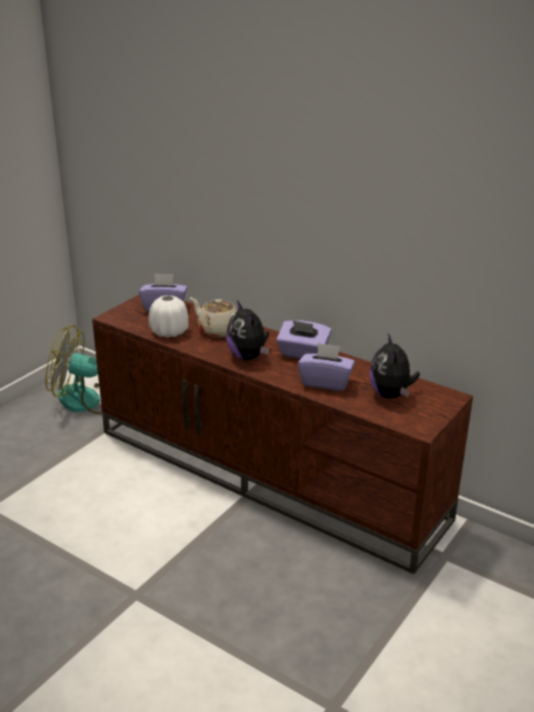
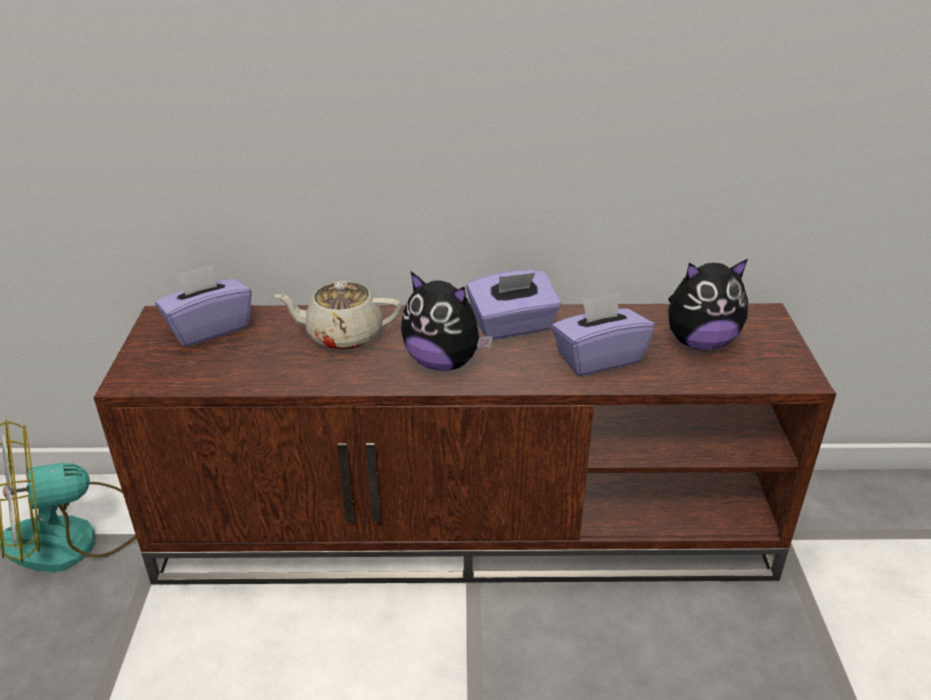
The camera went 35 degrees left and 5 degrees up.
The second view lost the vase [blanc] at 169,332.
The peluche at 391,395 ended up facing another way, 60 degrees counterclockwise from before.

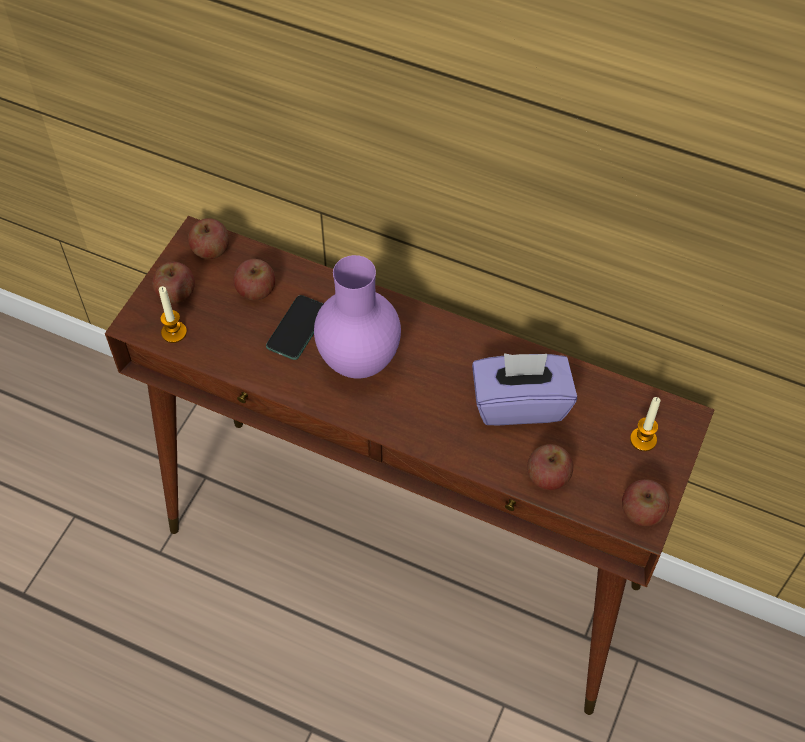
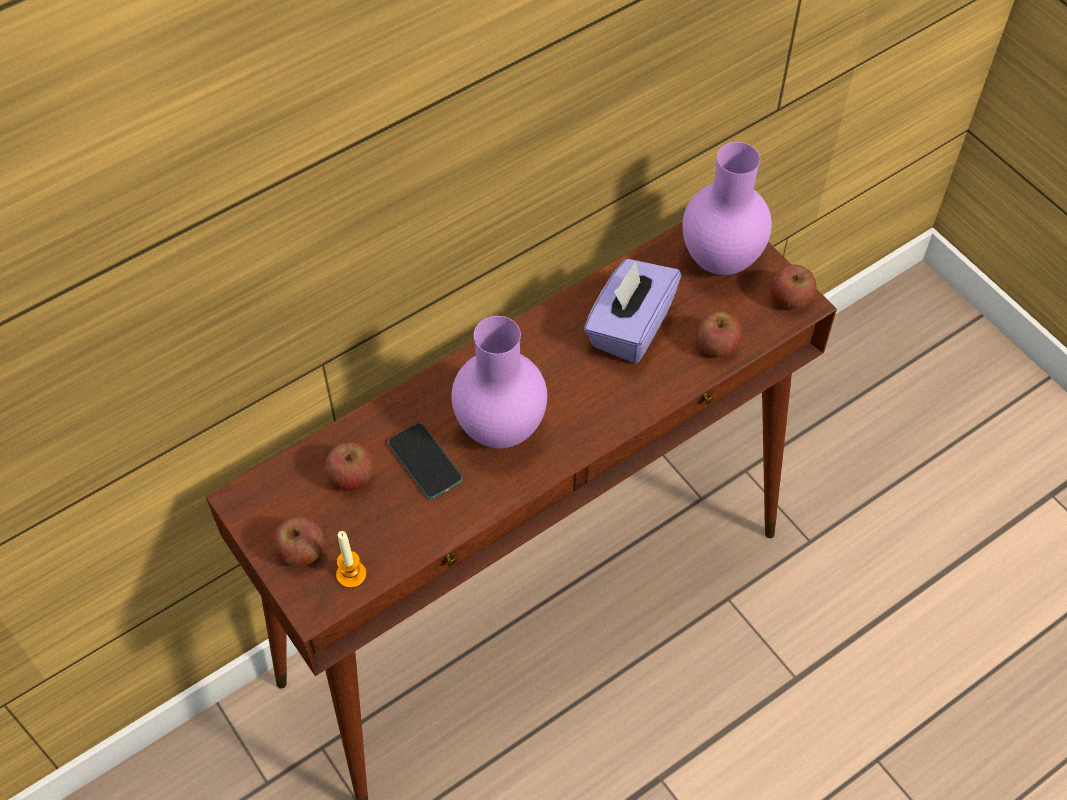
The camera went 60 degrees left and 0 degrees up.
The second view lost the pomme at 211,250.
Where the bougie stood at 643,439, the vase [violet] came to stand at 722,260.

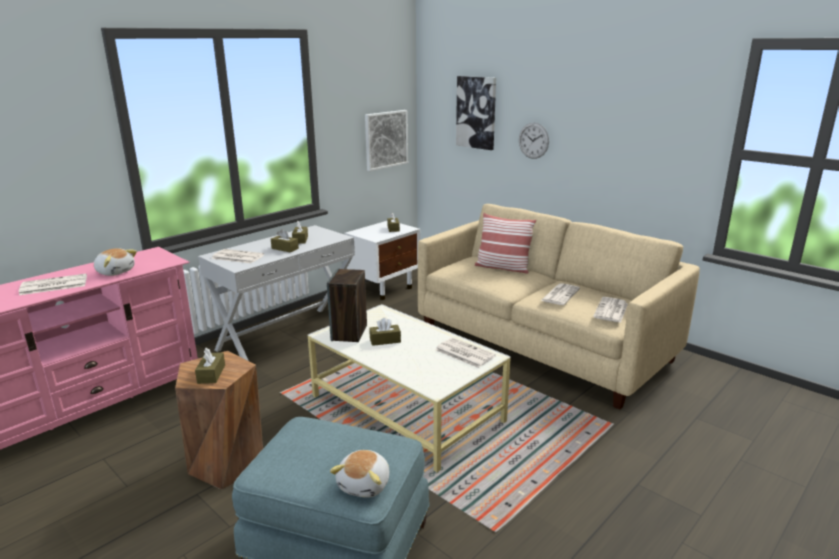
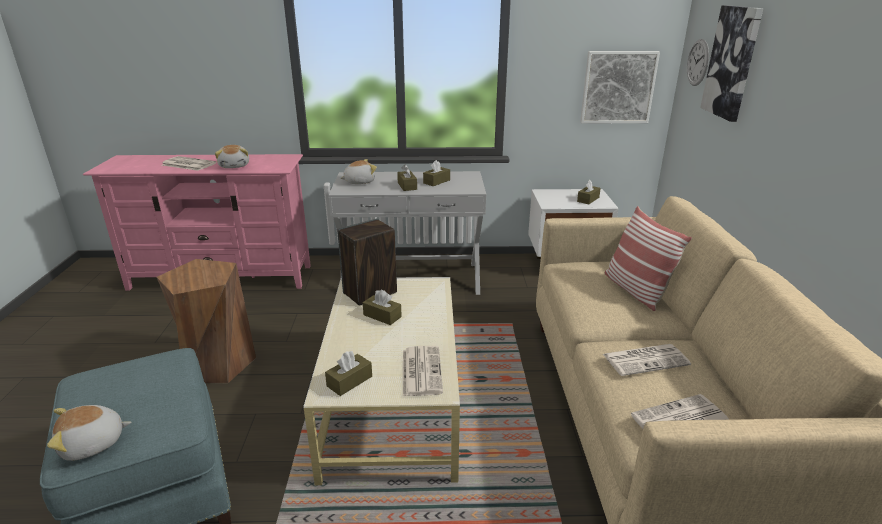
The camera went 45 degrees right and 5 degrees up.
The boîte à mouchoirs [marron] ended up elsewhere, having gone from 211,374 to 349,381.
The horloge murale ended up elsewhere, having gone from 533,140 to 698,62.
Where the journal stood at 237,257, the peluche came to stand at 359,182.

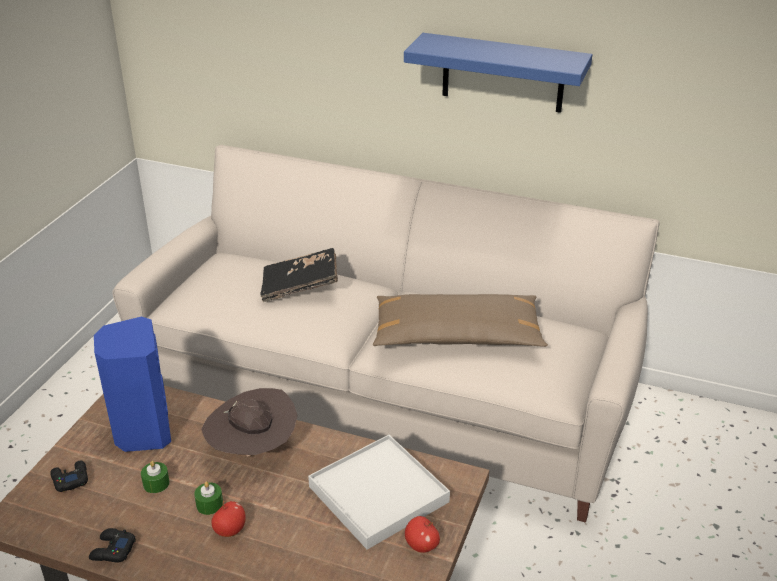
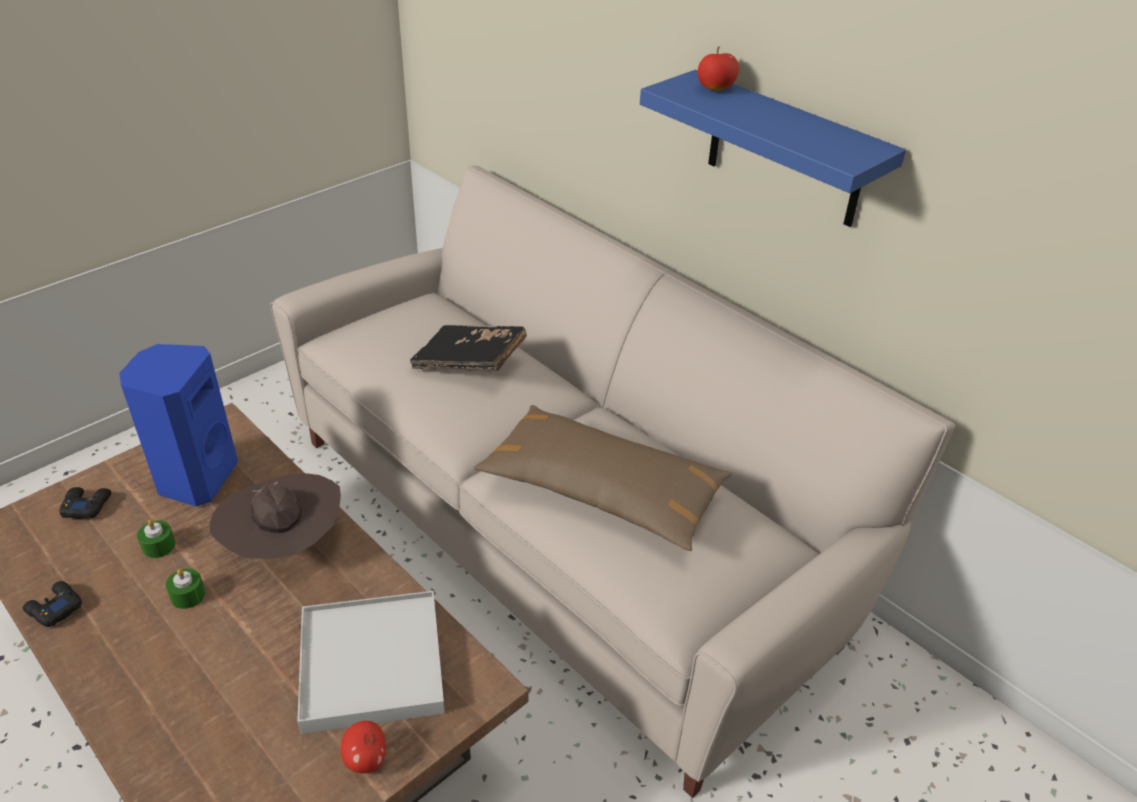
The camera went 25 degrees right and 5 degrees up.
The pomme ended up elsewhere, having gone from 230,530 to 716,89.

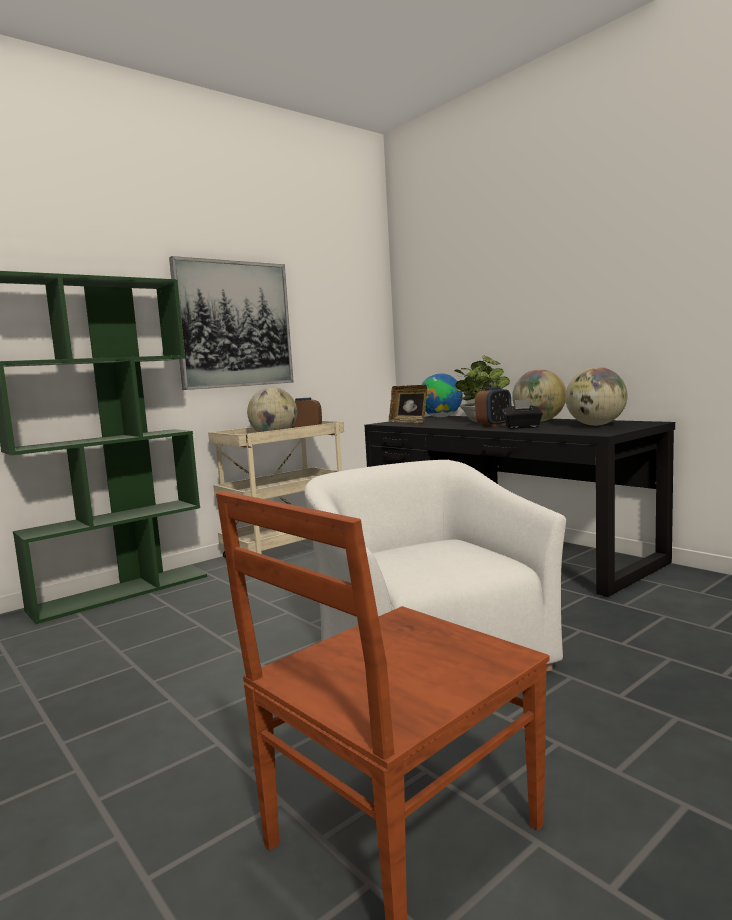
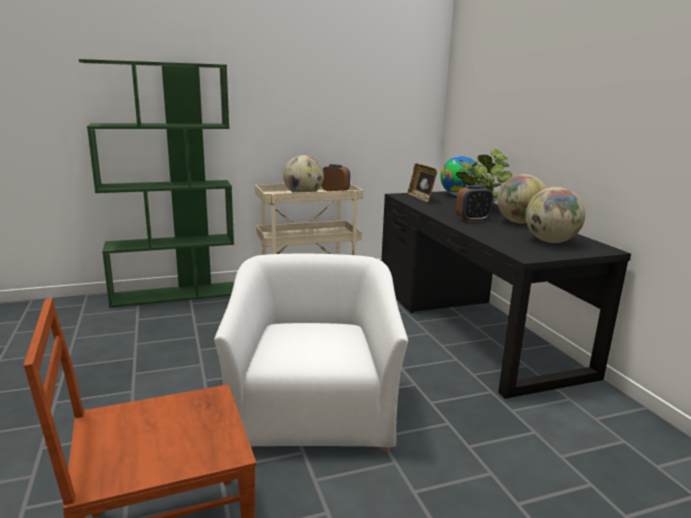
The camera went 20 degrees right and 10 degrees up.
The second view lost the tableau at 234,324.
The second view lost the boîte à mouchoirs [noir] at 522,427.

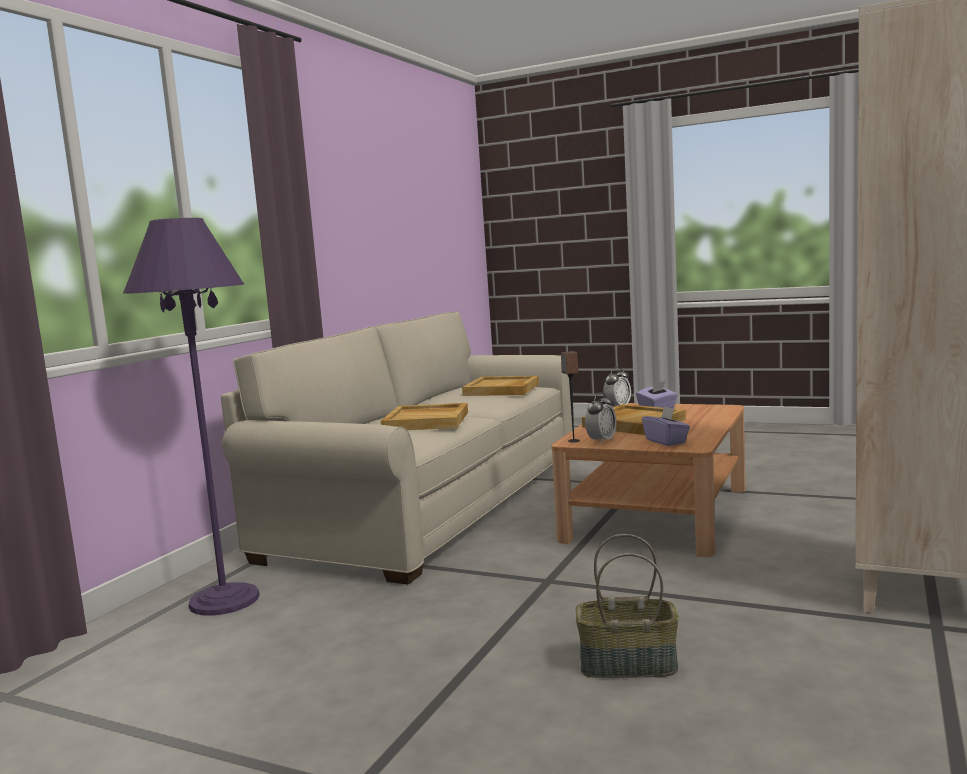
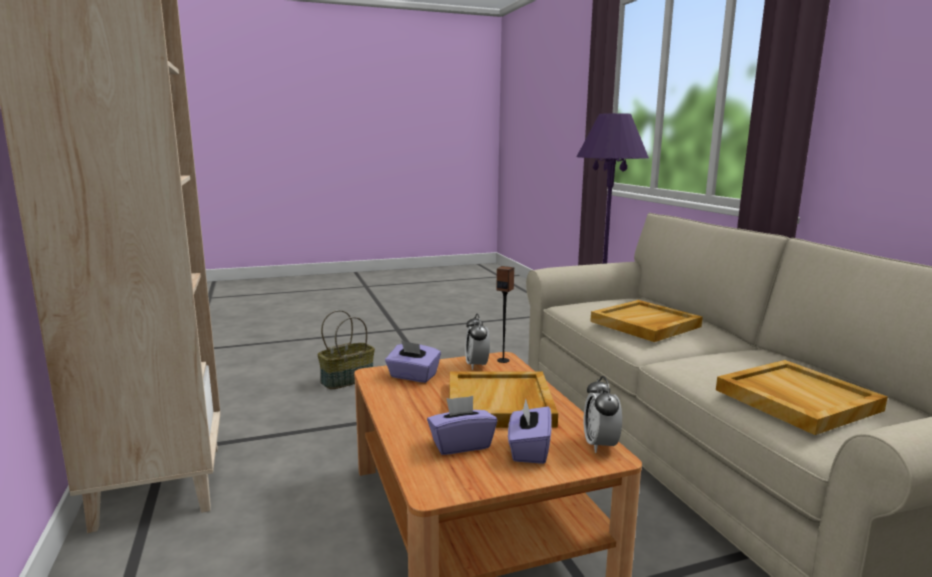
The camera went 135 degrees right and 5 degrees up.
The second view gained the boîte à mouchoirs [violet] at 461,444.

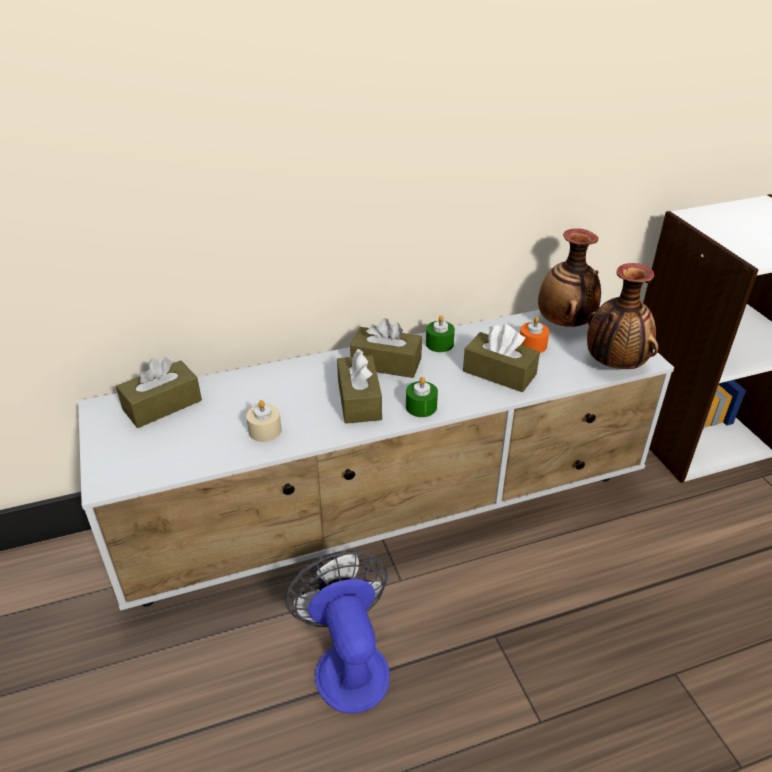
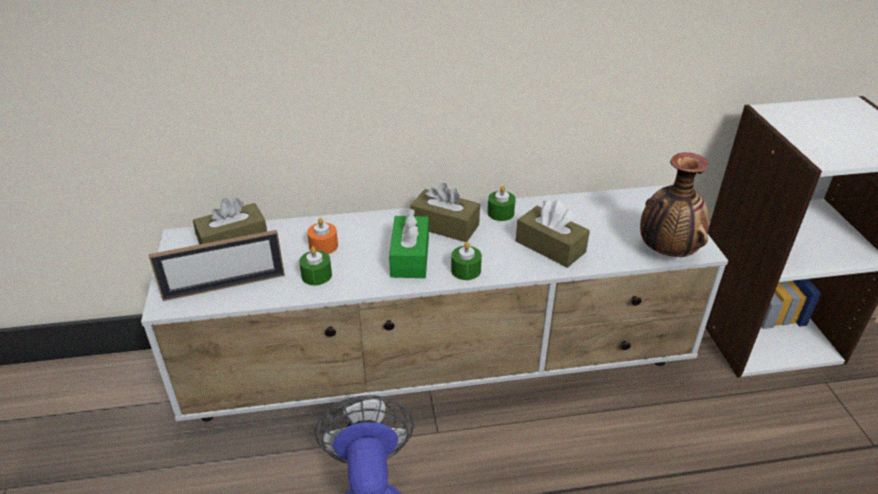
The camera went 10 degrees right and 0 degrees up.
The second view lost the vase at 565,324.
The second view gained the cadre photo at 224,286.
The bougie [orange] ended up elsewhere, having gone from 532,345 to 323,246.
What was the bougie [beige] at 265,430 turned into the bougie [vert] at 316,275.
What was the boîte à mouchoirs [marron] at 359,400 turned into the boîte à mouchoirs [vert] at 410,257.

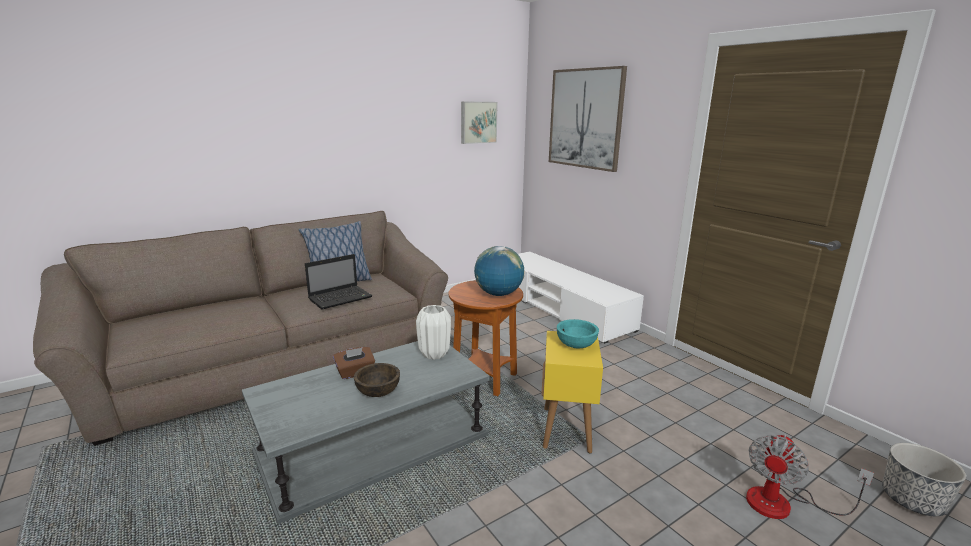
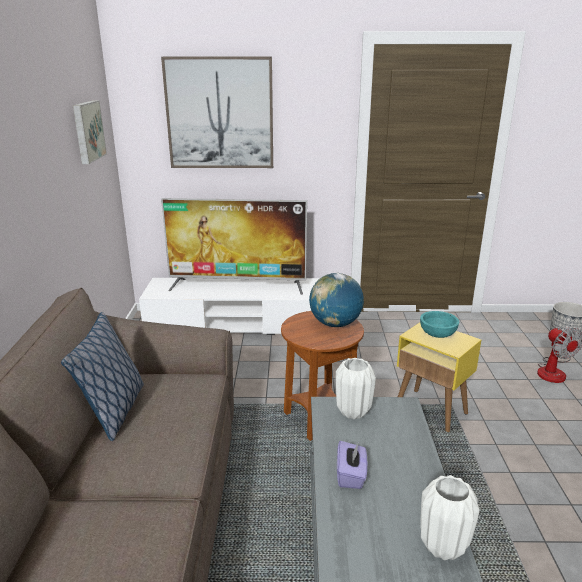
The camera went 55 degrees left and 5 degrees up.
The second view lost the ordinateur portable at 341,298.
The second view lost the bol [marron] at 377,392.
The second view gained the téléviseur at 238,285.
The second view gained the vase [blanc] at 443,547.
What was the boîte à mouchoirs [marron] at 355,372 turned into the boîte à mouchoirs [violet] at 351,475.

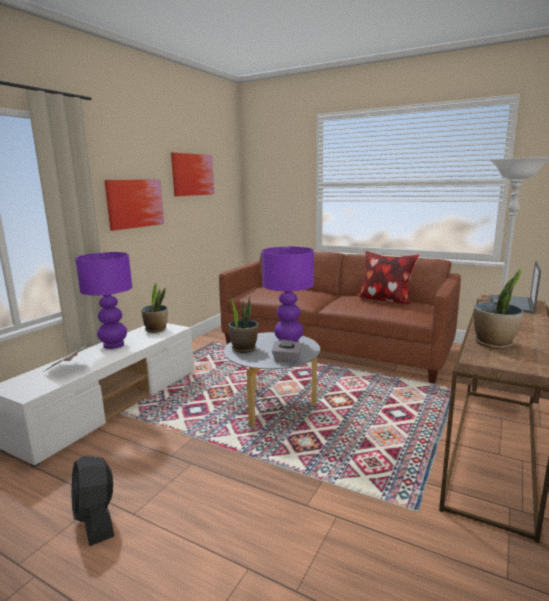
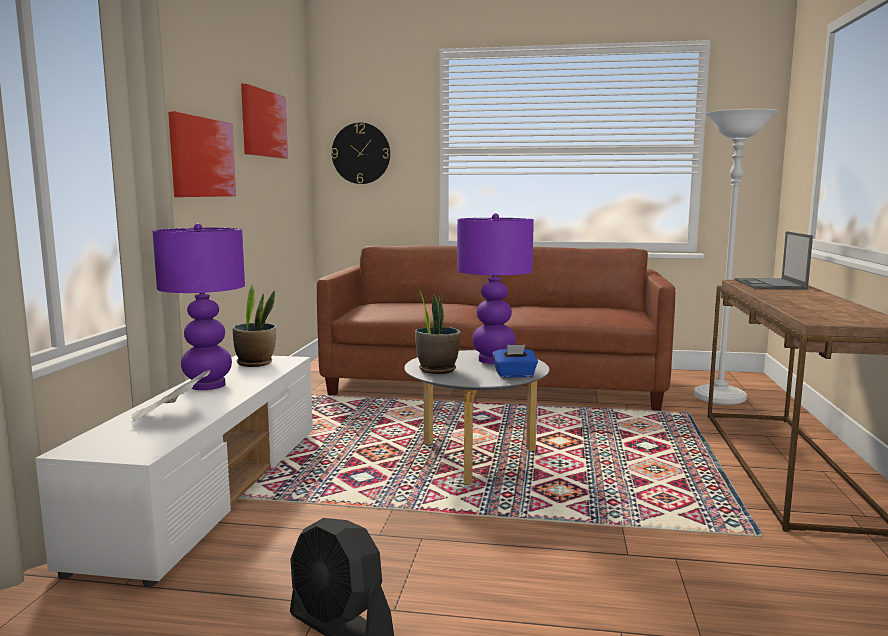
The camera went 20 degrees left and 5 degrees down.
The second view lost the coussin at 385,300.
The second view lost the plante en pot at 494,343.
The second view gained the horloge murale at 361,153.
What was the boîte à mouchoirs [gris] at 287,359 turned into the boîte à mouchoirs [bleu] at 514,375.

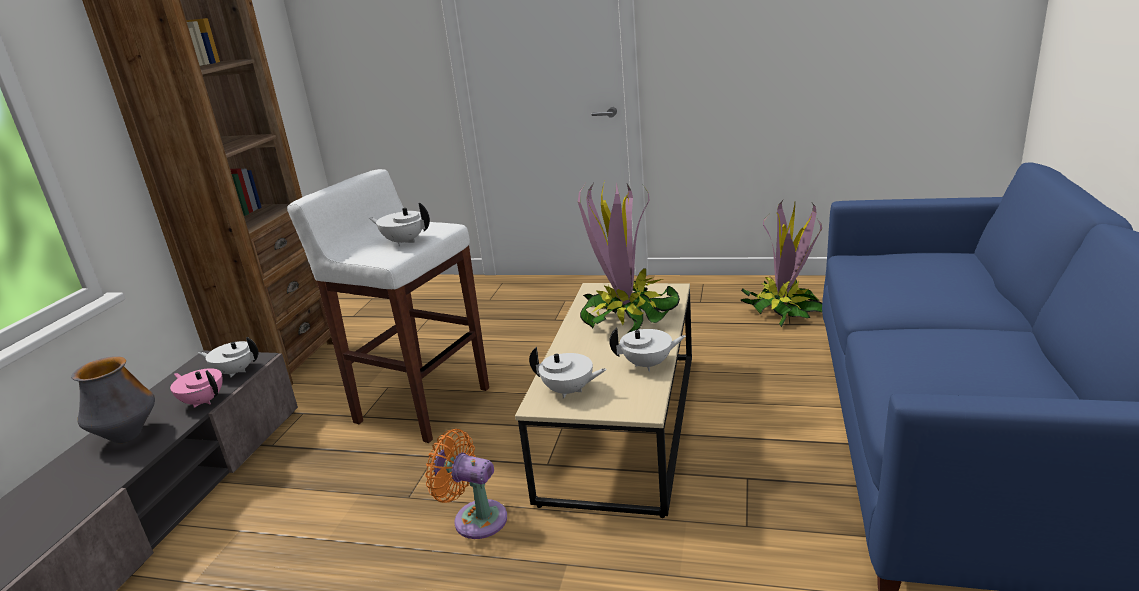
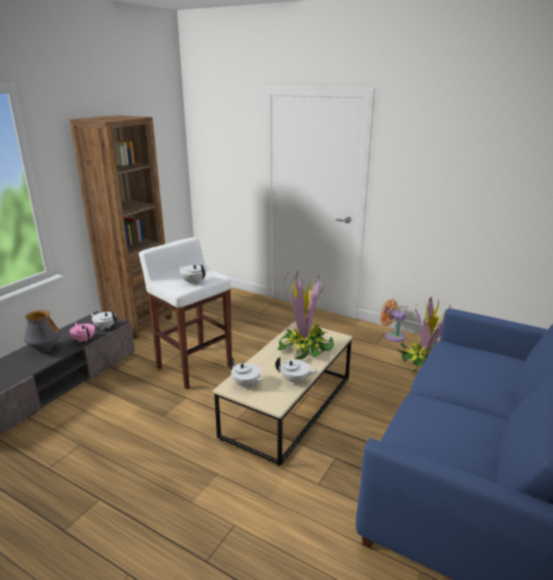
The camera went 15 degrees right and 0 degrees up.
The ventilateur [orange] ended up elsewhere, having gone from 475,518 to 392,335.

